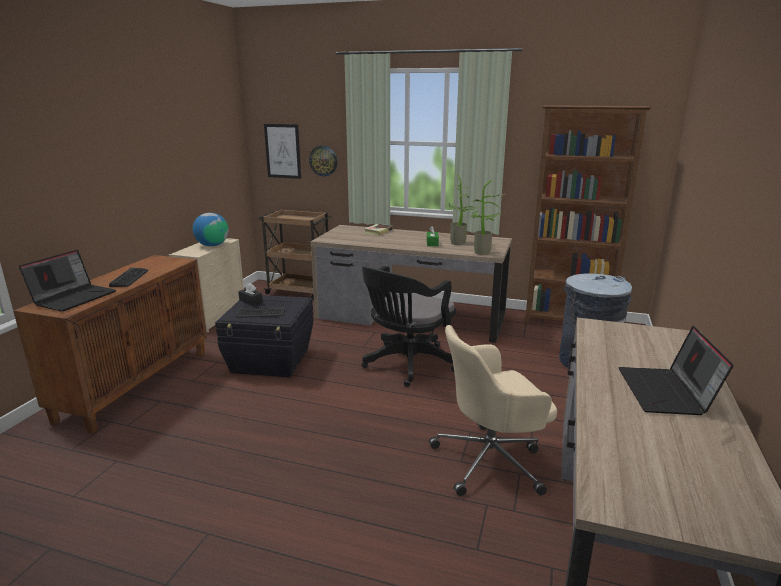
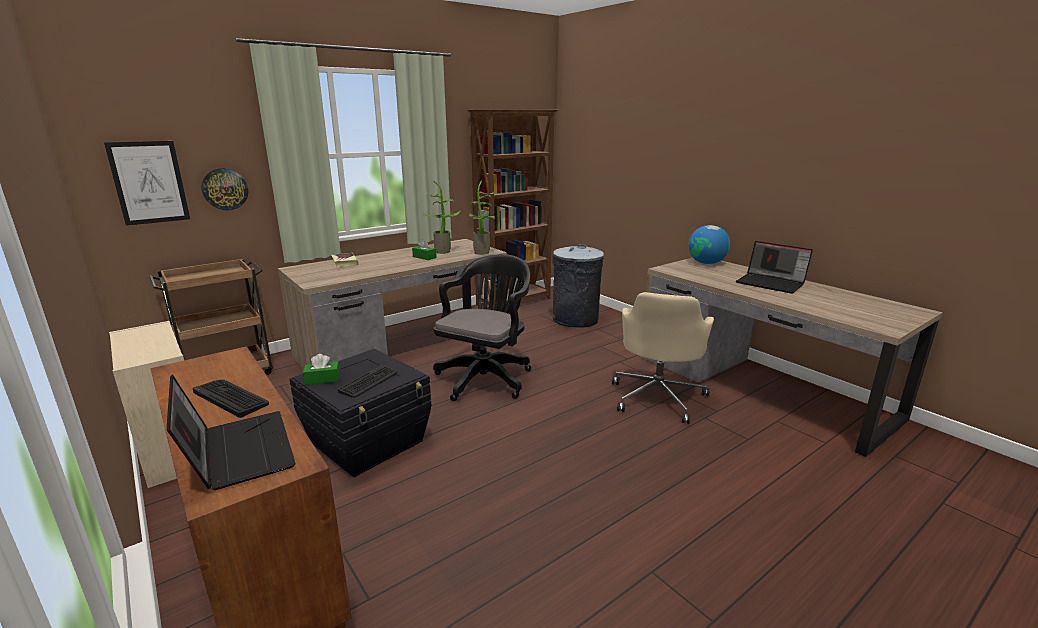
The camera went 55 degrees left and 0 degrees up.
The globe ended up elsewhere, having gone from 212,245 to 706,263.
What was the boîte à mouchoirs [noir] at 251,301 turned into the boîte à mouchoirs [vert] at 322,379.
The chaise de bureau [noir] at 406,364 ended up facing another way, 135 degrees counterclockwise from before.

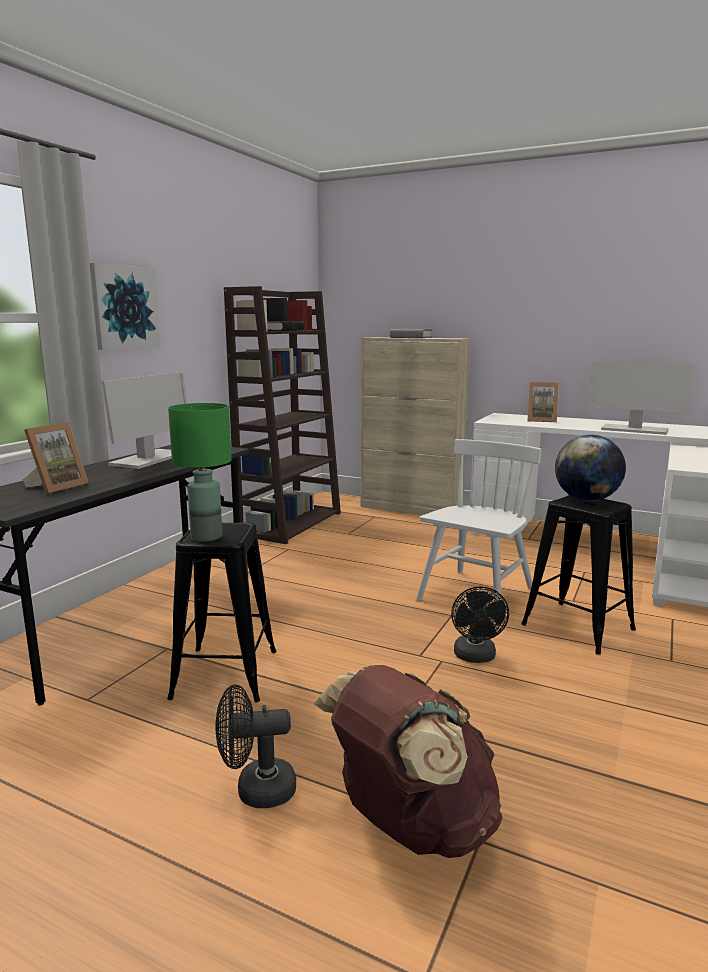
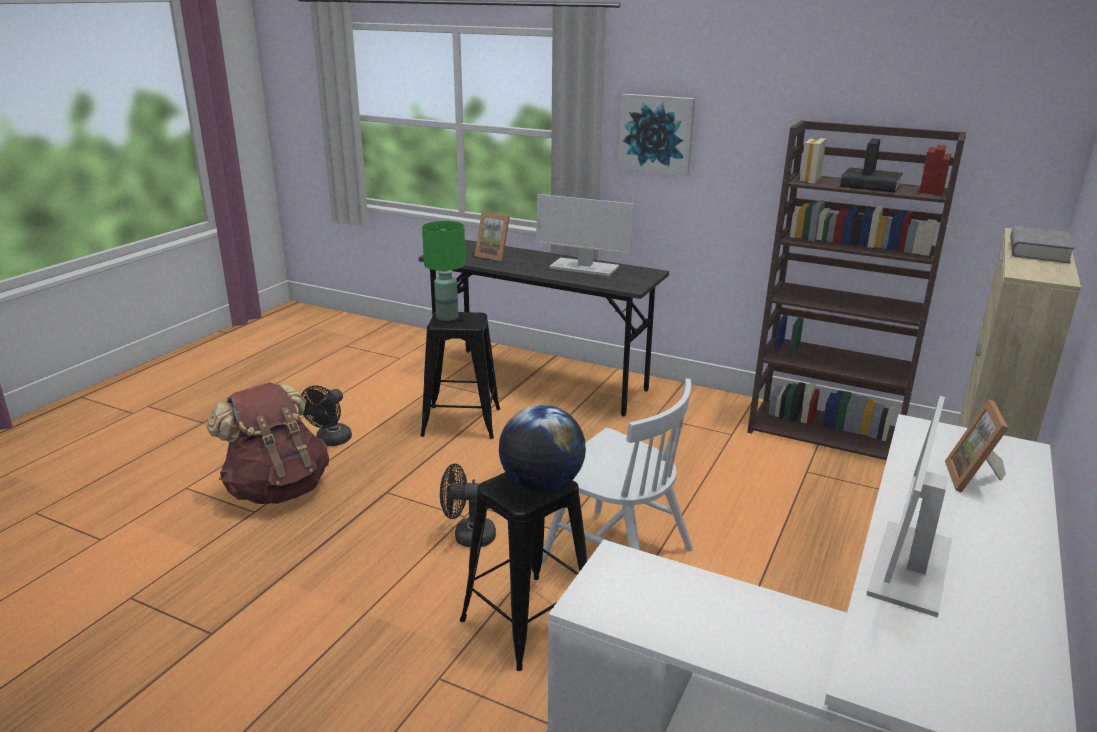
The camera went 90 degrees right and 10 degrees up.
The ventilateur [noir] at 256,790 ended up facing another way, 150 degrees counterclockwise from before.

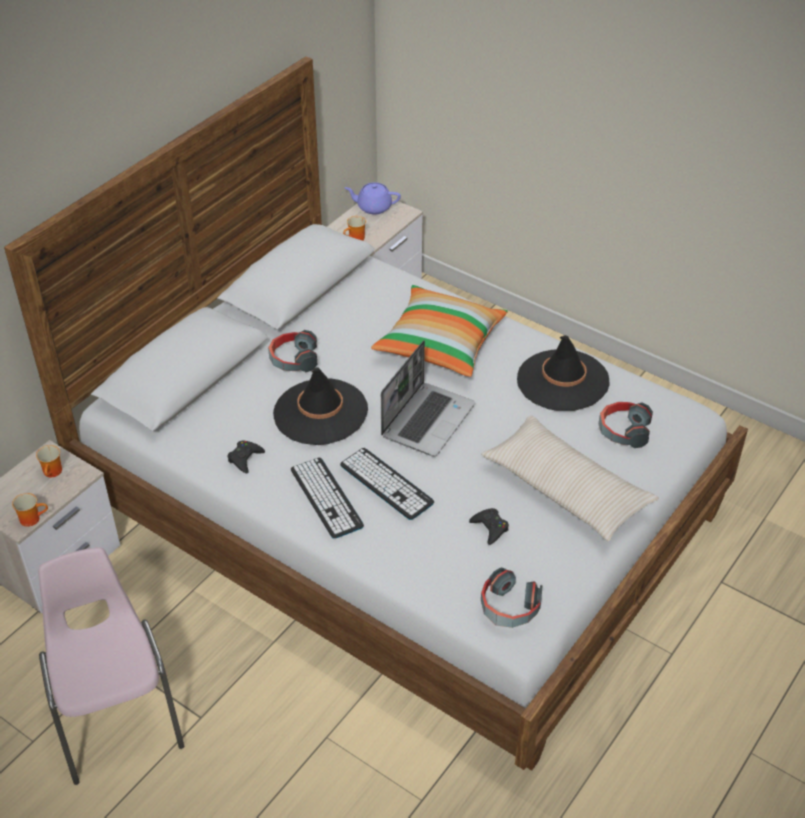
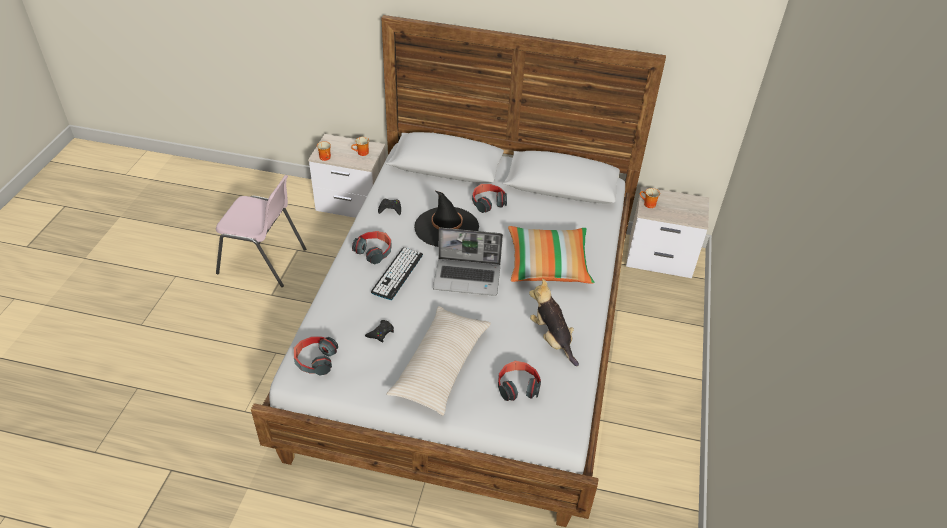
The camera went 65 degrees right and 0 degrees up.
The second view lost the théière [violet] at 373,207.
Where the clavier stood at 326,498, the casque audio came to stand at 374,251.
Where the chapeau [noir] stood at 562,381, the peluche came to stand at 552,338.
The chaise [rose] at 116,713 ended up facing another way, 60 degrees clockwise from before.

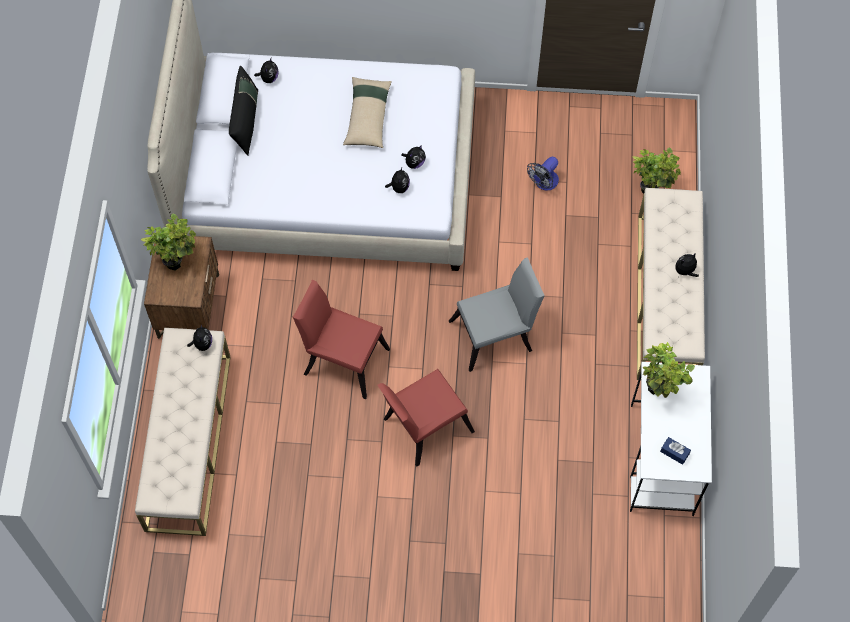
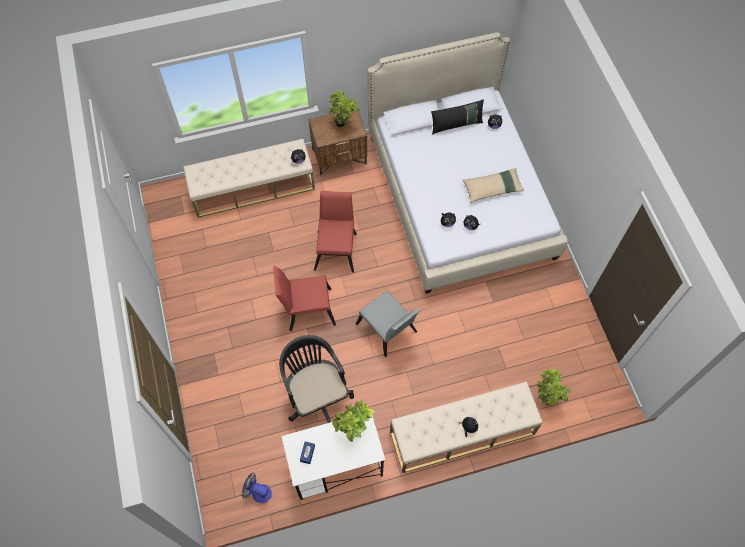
The camera went 70 degrees right and 0 degrees up.
The second view gained the chaise de bureau [noir] at 316,395.
The ventilateur ended up elsewhere, having gone from 544,183 to 258,492.
The chaise [rouge] at 423,427 ended up facing another way, 45 degrees counterclockwise from before.

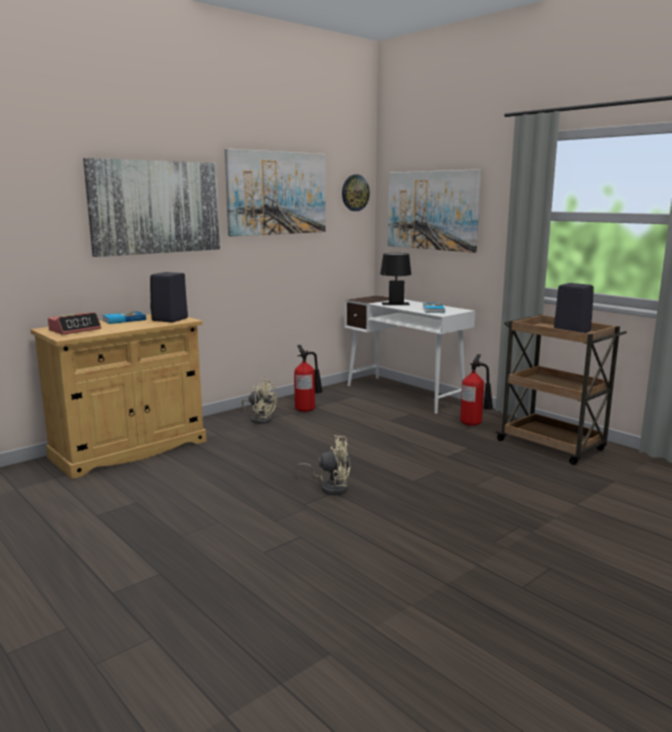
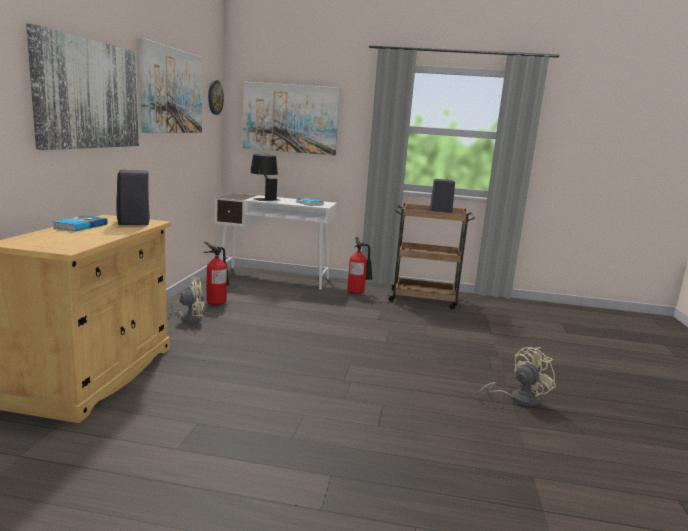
The camera went 40 degrees left and 0 degrees up.
The second view lost the réveil at 75,330.
The ventilateur [beige] ended up elsewhere, having gone from 330,487 to 517,399.

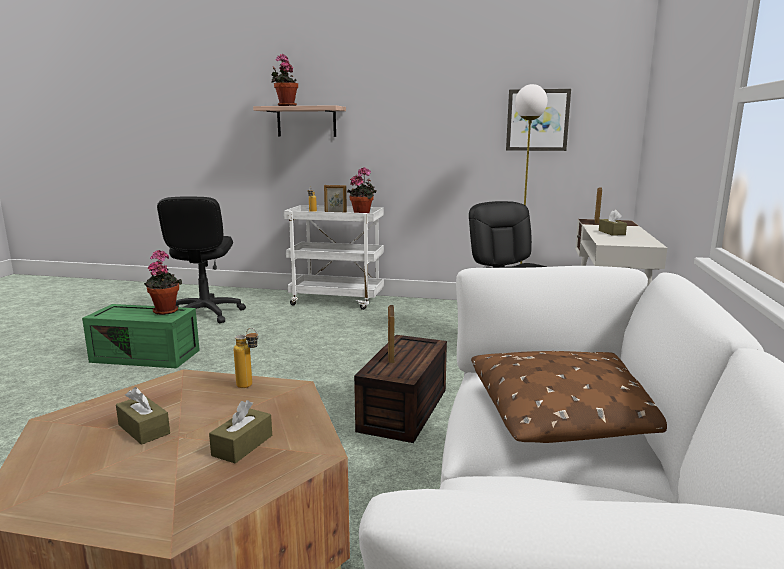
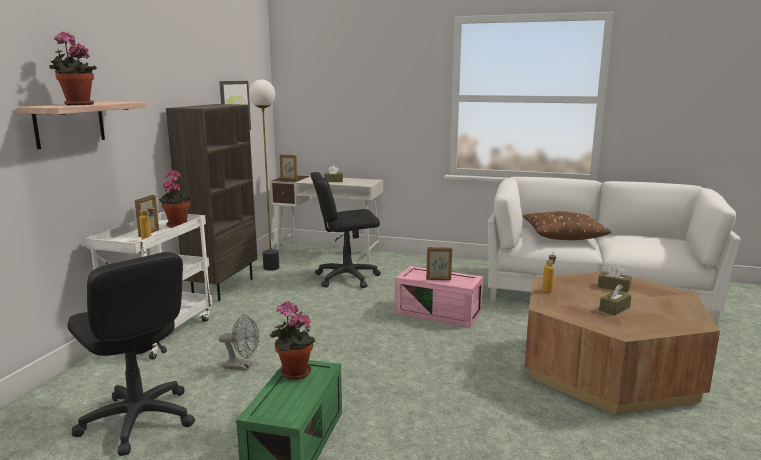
The camera went 85 degrees left and 0 degrees up.
The second view gained the bibliothèque [marron] at 223,287.
The second view gained the ventilateur [gris] at 243,366.
What was the boîte de rangement [marron] at 405,410 turned into the boîte de rangement [rose] at 439,313.
The chaise de bureau [noir] at 205,314 ended up facing another way, 45 degrees clockwise from before.

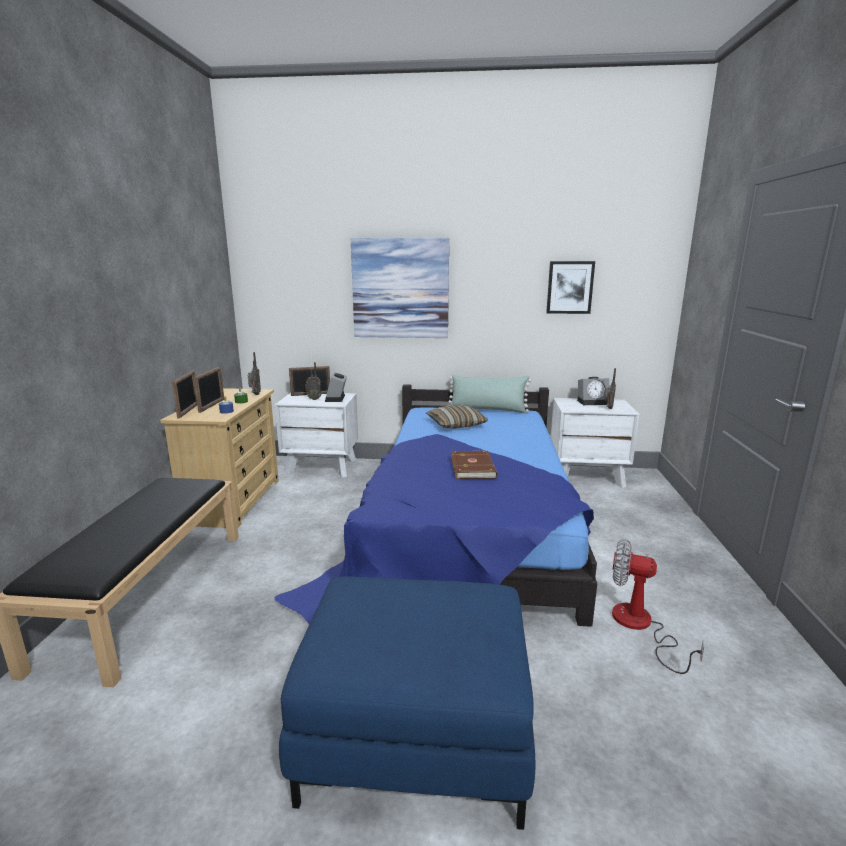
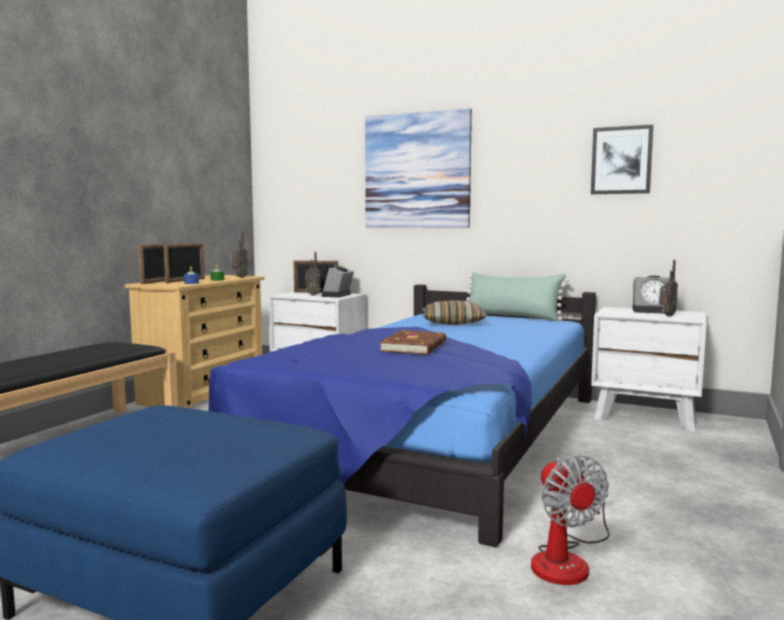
The camera went 20 degrees right and 10 degrees down.
The ventilateur at 640,626 ended up facing another way, 150 degrees counterclockwise from before.

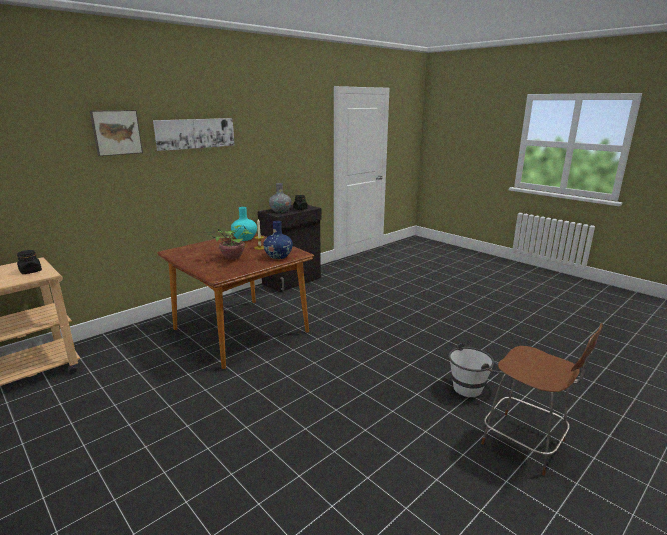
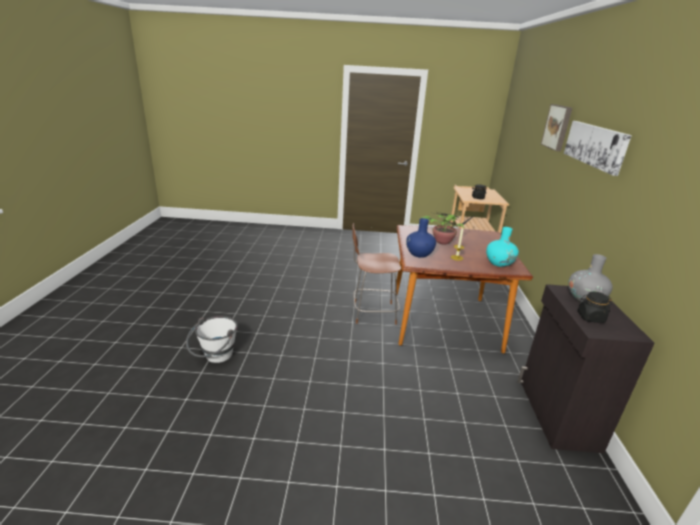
The camera went 135 degrees right and 5 degrees up.
The chaise [marron] ended up elsewhere, having gone from 526,444 to 372,313.

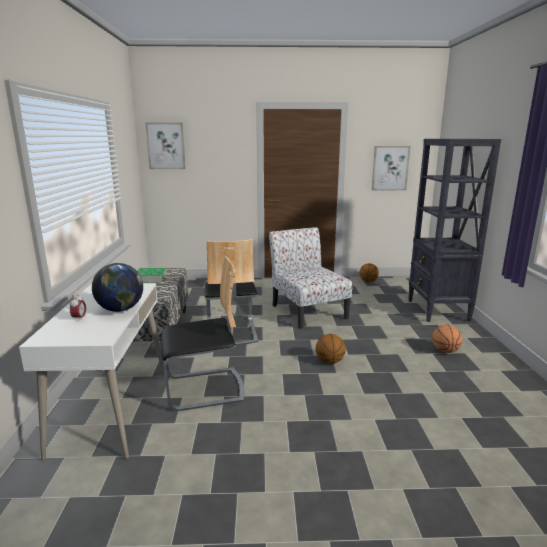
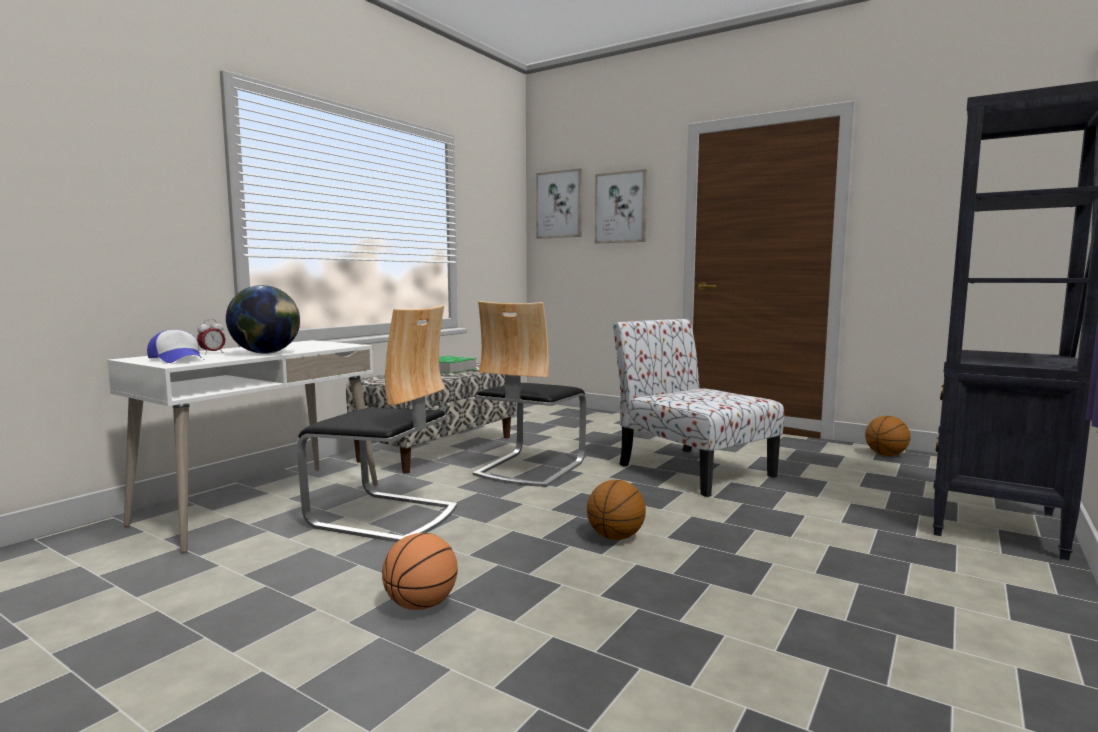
The camera went 35 degrees right and 10 degrees down.
The second view gained the casquette at 178,359.
The tableau ended up elsewhere, having gone from 390,168 to 621,207.
The ballon de basket ended up elsewhere, having gone from 445,351 to 421,605.
The chaise at 307,311 ended up facing another way, 45 degrees counterclockwise from before.

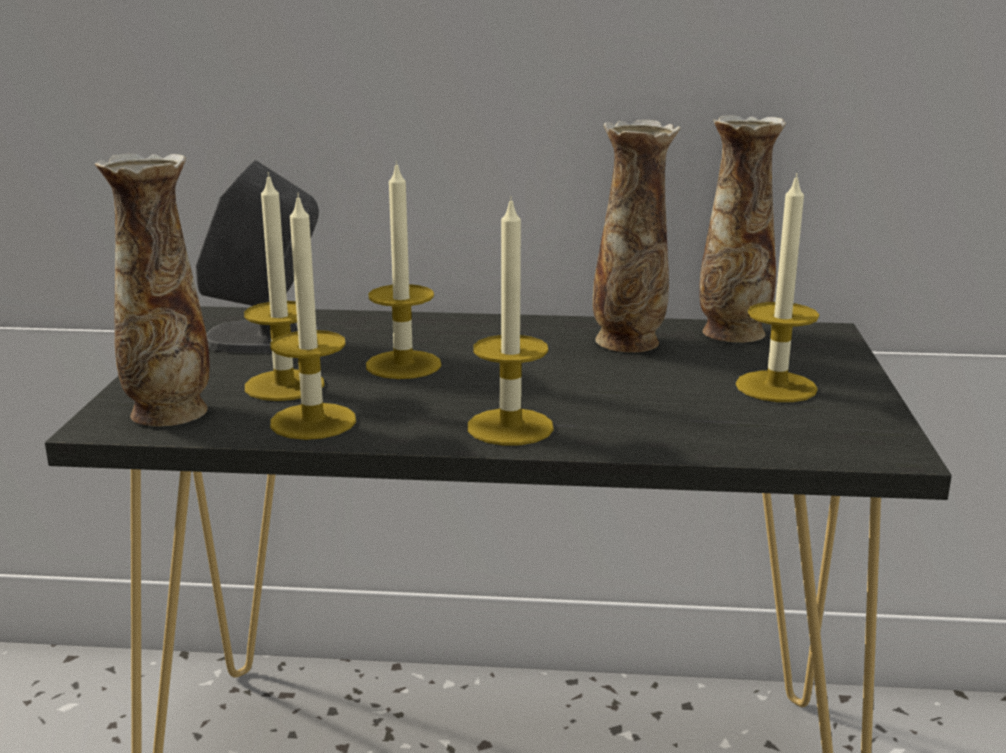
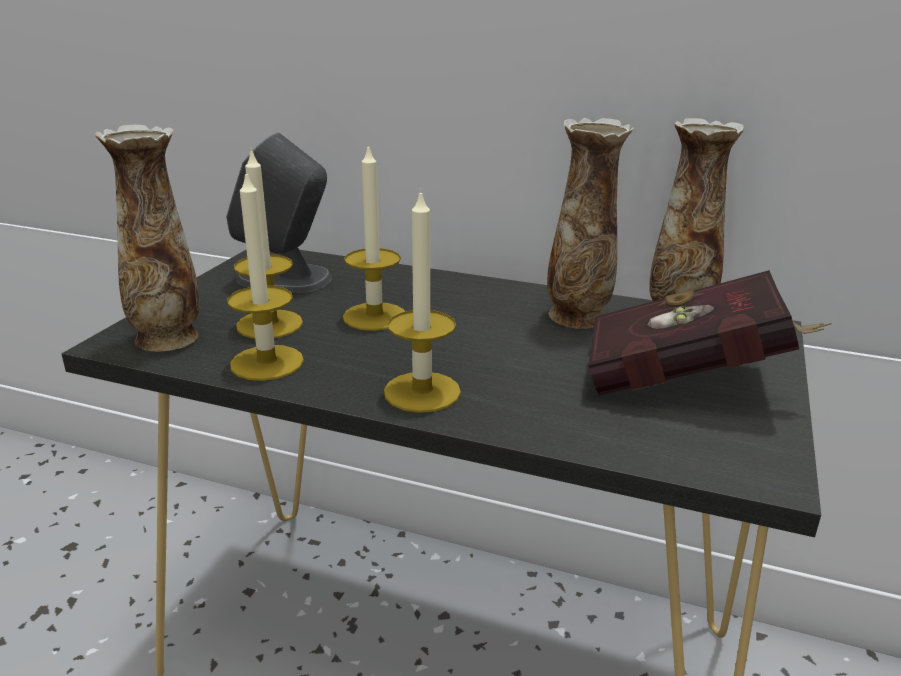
The camera went 15 degrees right and 5 degrees up.
Where the bougie stood at 776,387, the livre [rouge] came to stand at 688,382.

